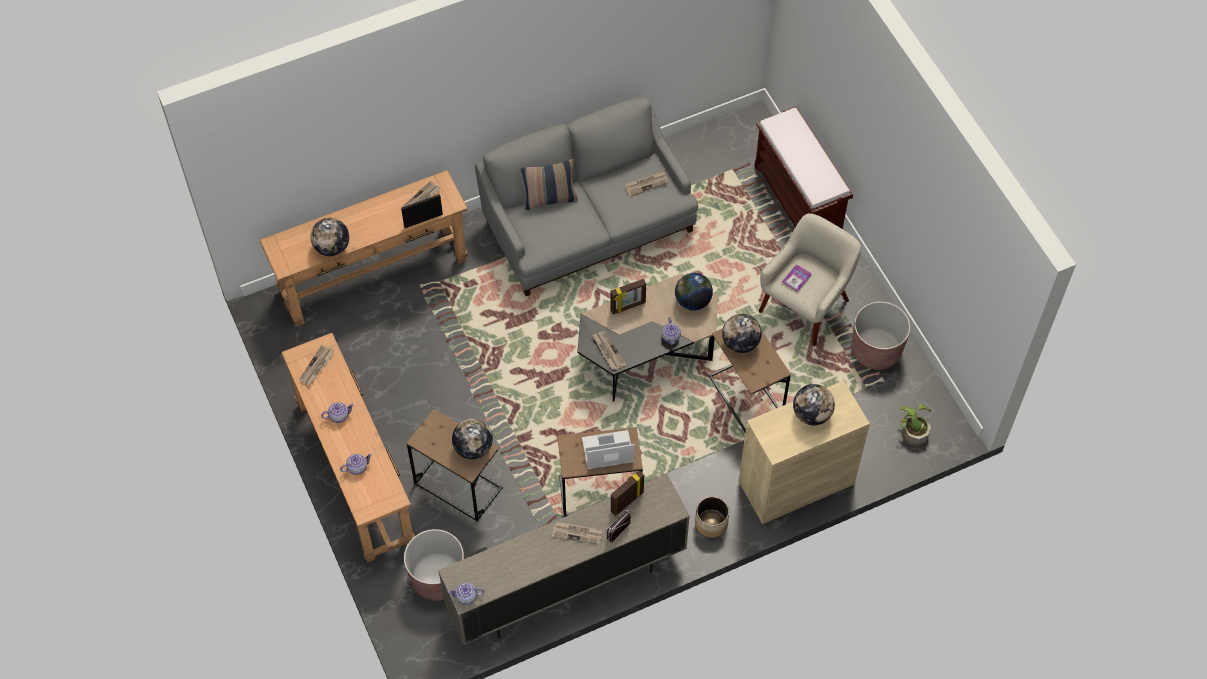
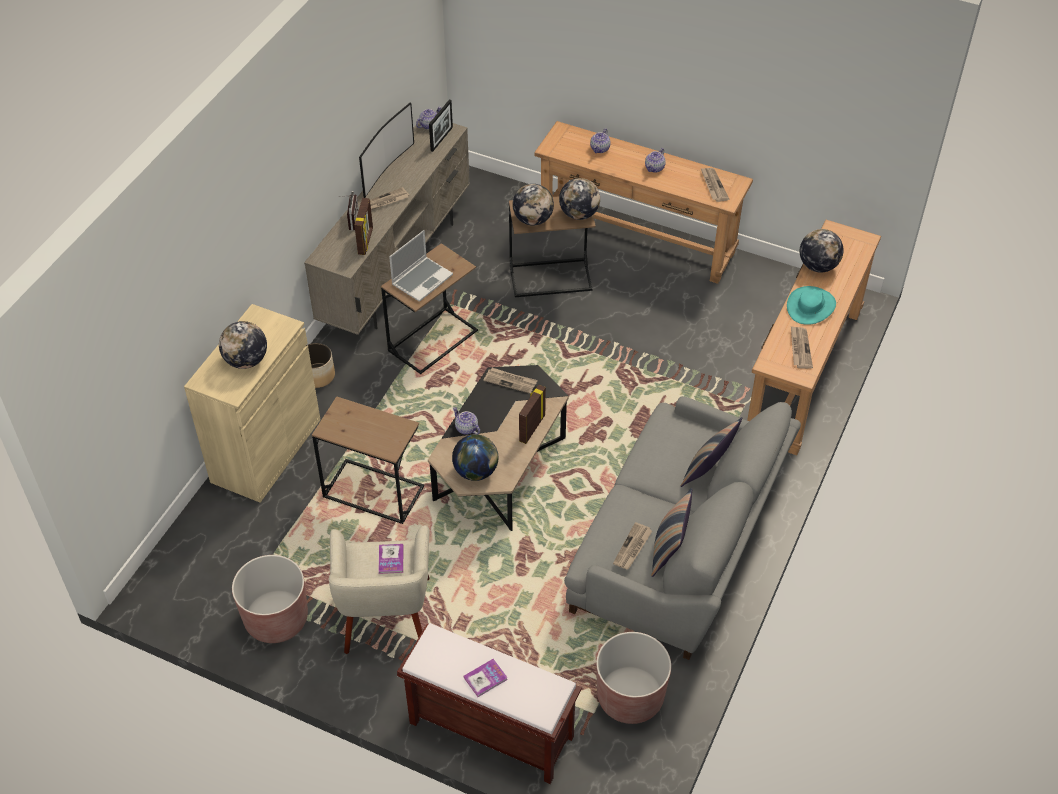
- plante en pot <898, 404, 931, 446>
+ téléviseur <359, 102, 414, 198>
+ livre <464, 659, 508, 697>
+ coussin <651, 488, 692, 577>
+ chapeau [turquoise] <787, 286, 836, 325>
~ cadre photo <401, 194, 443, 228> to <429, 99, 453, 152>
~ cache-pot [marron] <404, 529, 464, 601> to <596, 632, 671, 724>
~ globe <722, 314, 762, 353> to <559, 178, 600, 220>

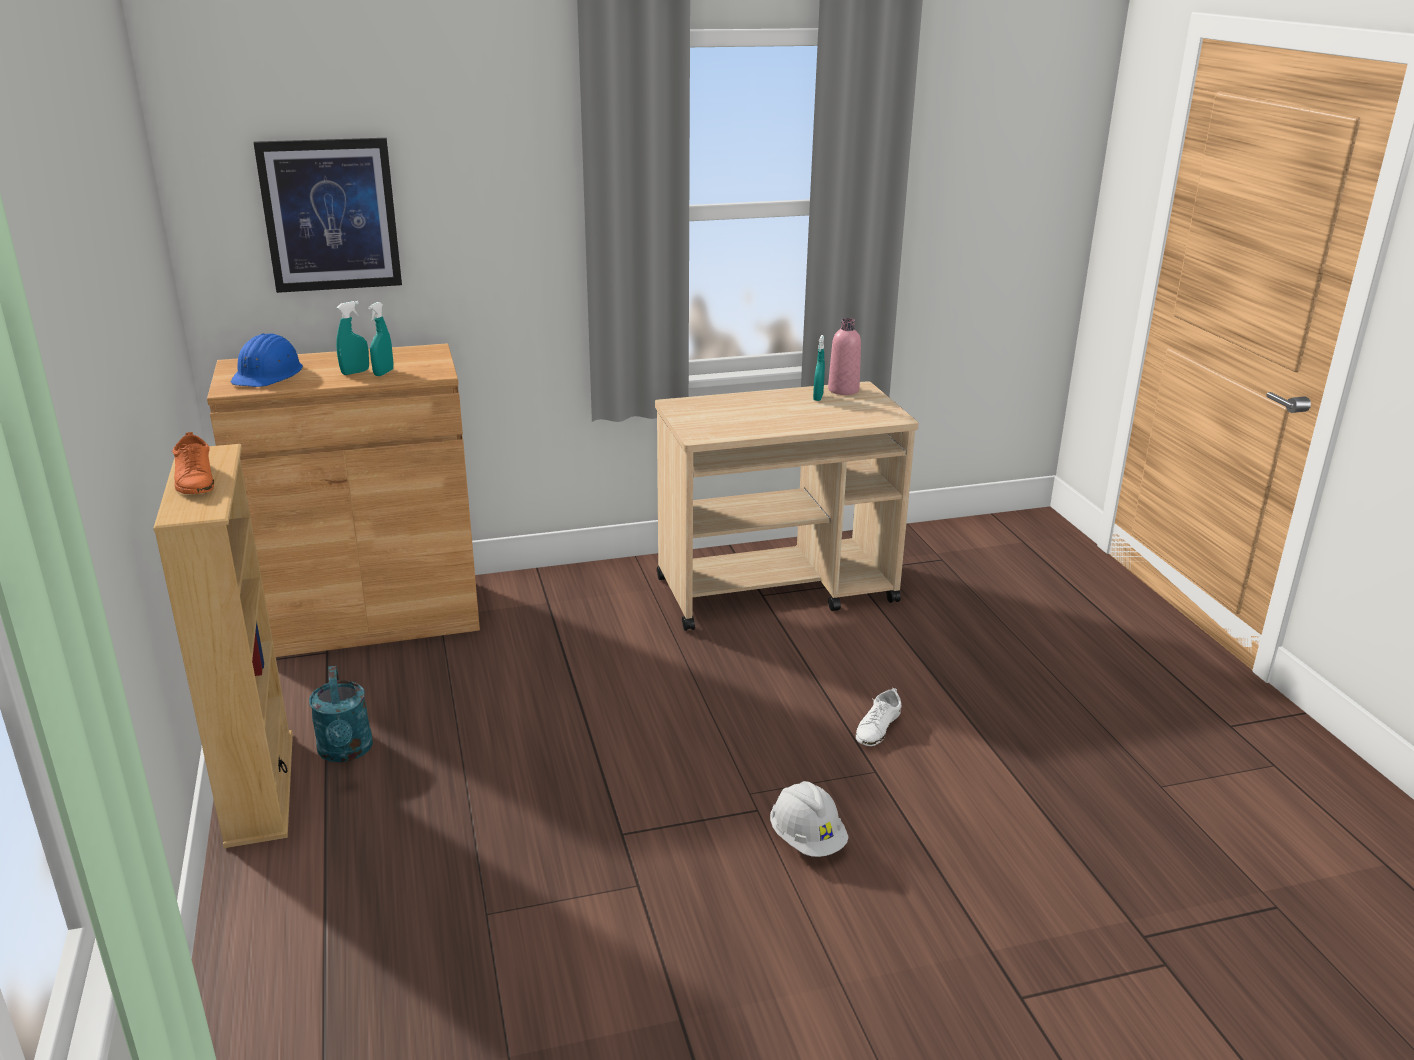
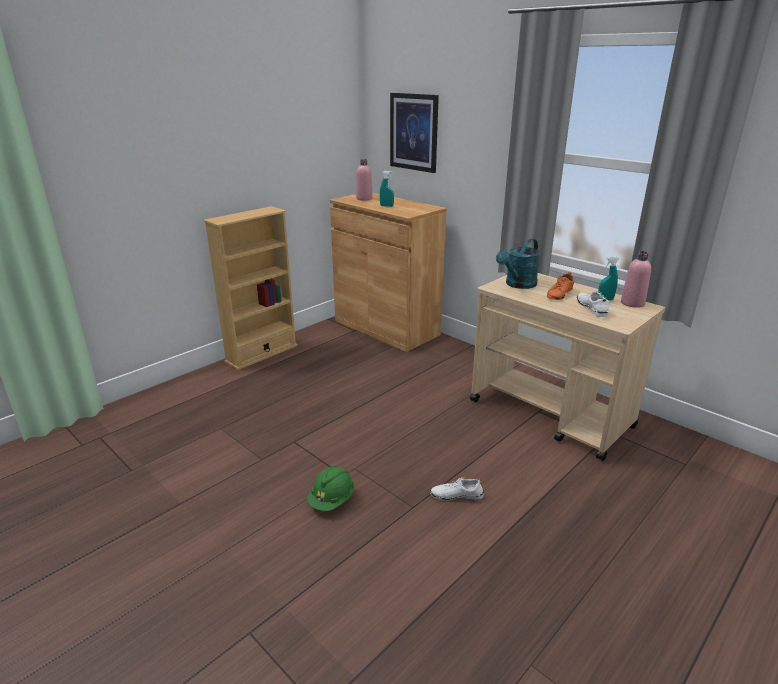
- vaporisateur [turquoise] <368, 302, 393, 376>
+ chaussure [blanc] <577, 291, 610, 317>
~ chaussure [orange] <171, 432, 214, 494> to <547, 272, 574, 300>
~ arrosoir [turquoise] <309, 666, 373, 762> to <496, 239, 540, 289>
~ casque de chantier [bleu] <231, 333, 303, 387> to bouteille [rose] <356, 159, 373, 201>
~ casque de chantier [blanc] <770, 781, 848, 857> to casque de chantier [vert] <307, 466, 354, 511>

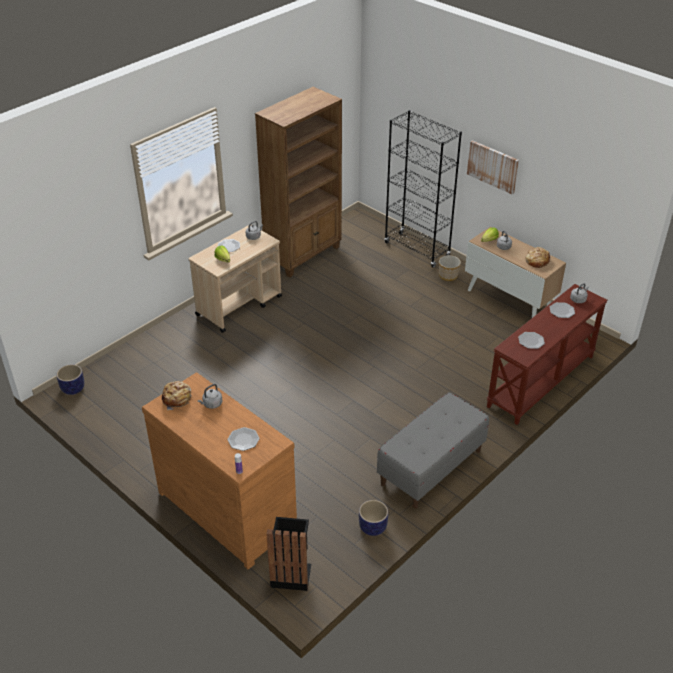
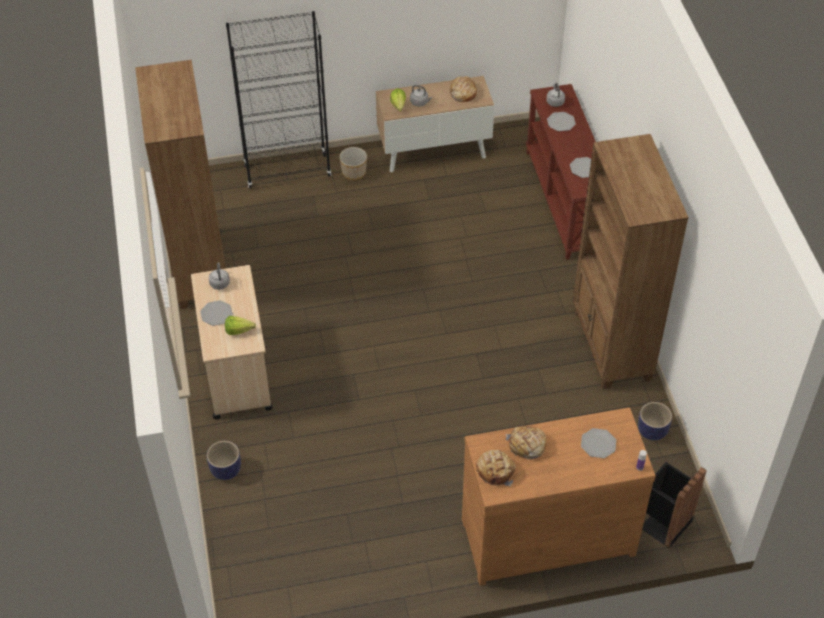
- tableau <467, 140, 519, 194>
~ cache-pot <56, 364, 84, 395> to <207, 441, 241, 480>
~ bouilloire [gris] <198, 384, 223, 409> to pain <505, 425, 547, 460>
~ banc [gris] <377, 392, 489, 509> to bibliothèque [marron] <573, 134, 689, 389>

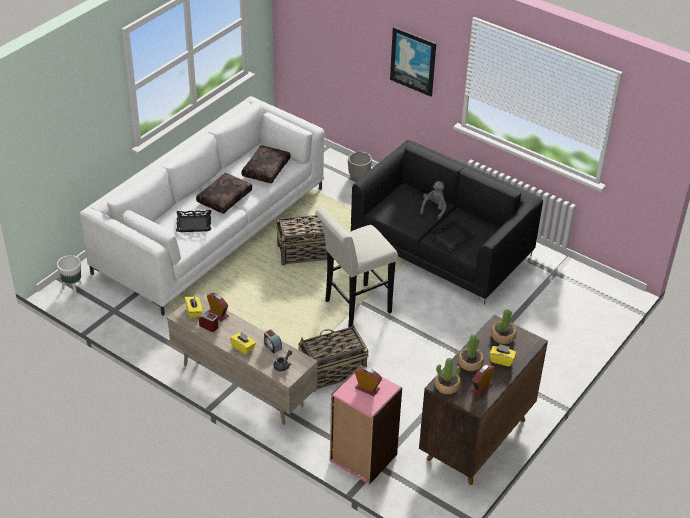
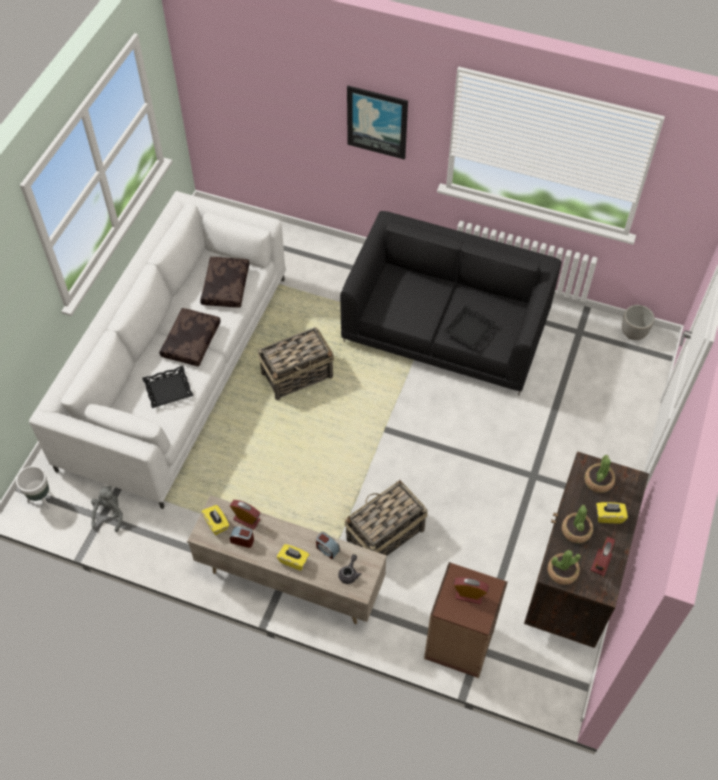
- tabouret [blanc] <315, 208, 398, 328>
~ cache-pot <348, 152, 372, 181> to <622, 305, 655, 340>
~ peluche [gris] <420, 181, 447, 220> to <91, 486, 123, 532>
~ bibliothèque [rose] <330, 365, 402, 485> to bibliothèque [marron] <424, 562, 507, 678>

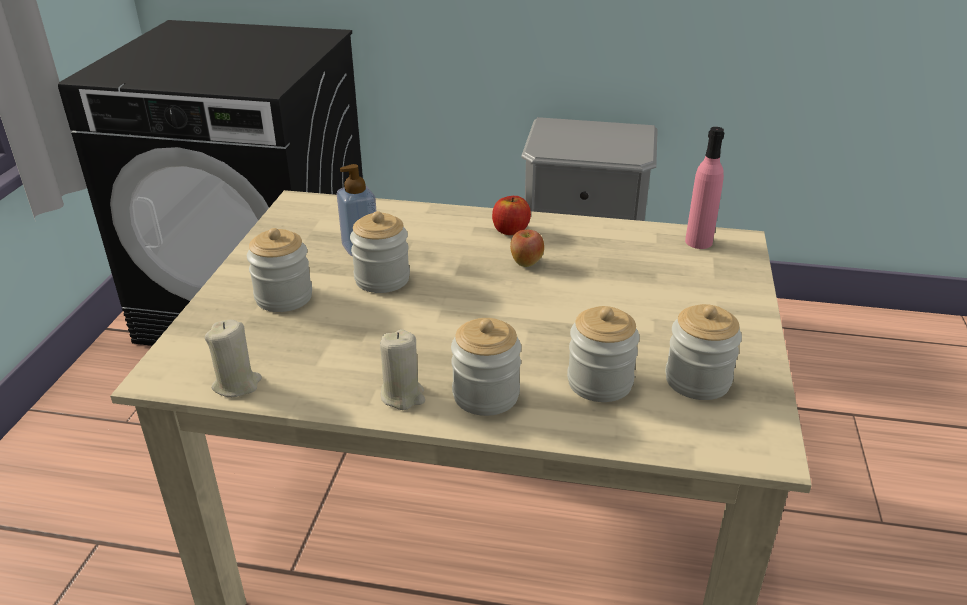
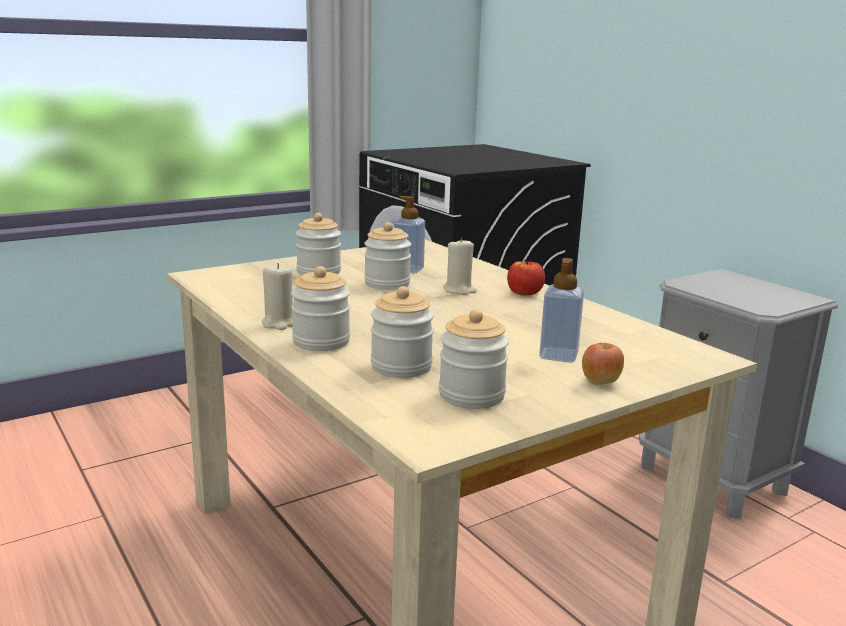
- bouteille [rose] <685, 127, 724, 249>
+ distributeur de savon <539, 258, 584, 363>
~ bougie [beige] <205, 320, 262, 397> to <443, 238, 477, 295>
~ pomme <510, 230, 544, 267> to <582, 343, 624, 385>

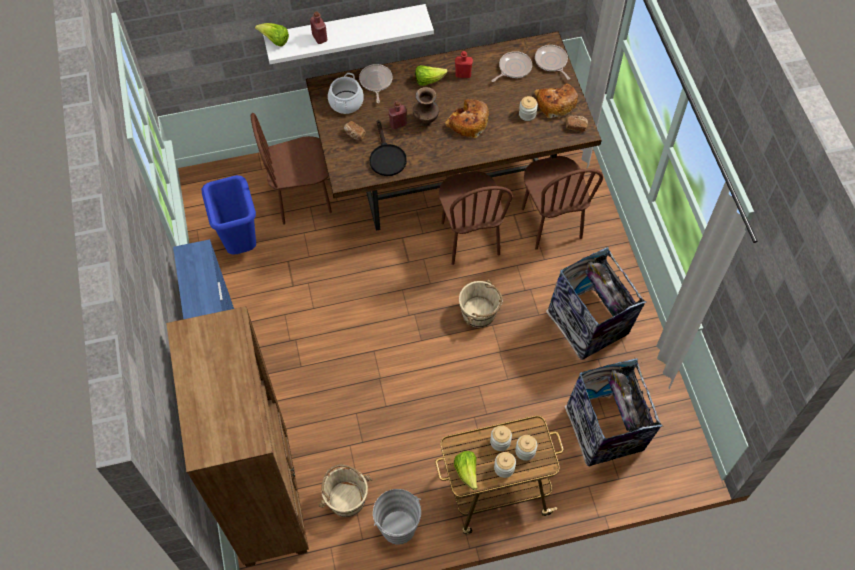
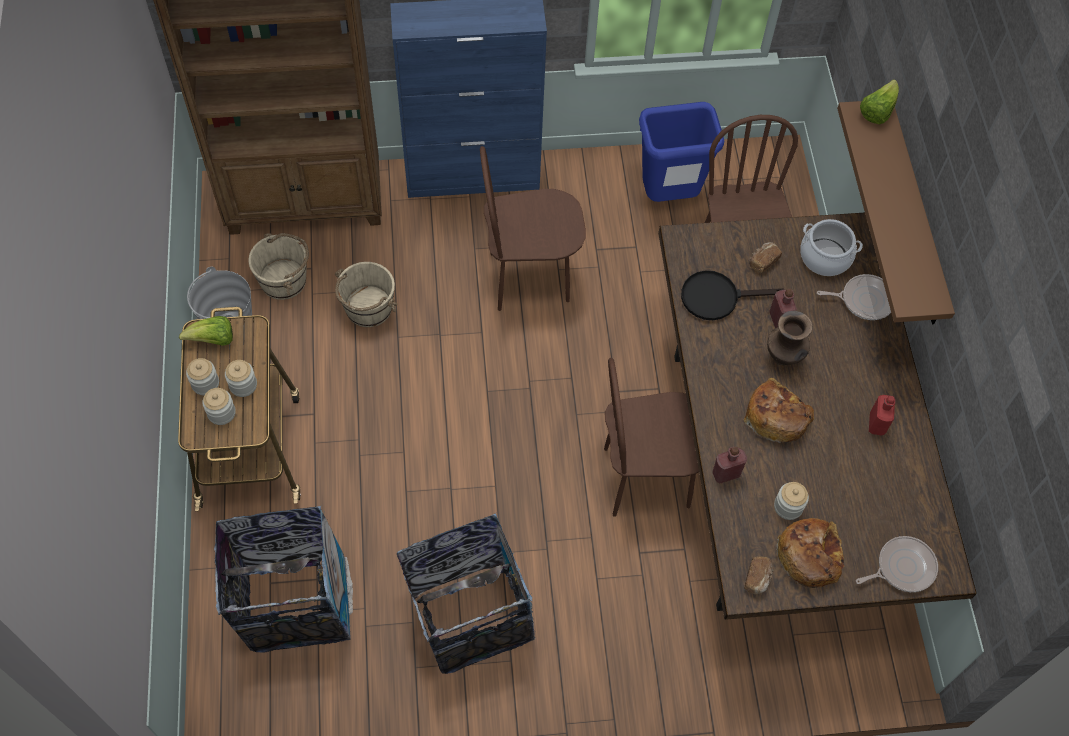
- laitue <415, 65, 448, 86>
- poêle <492, 51, 532, 82>
~ bouteille [rouge] <310, 11, 327, 44> to <712, 447, 747, 483>
~ seau [beige] <459, 279, 503, 328> to <335, 262, 397, 327>
~ chaise [marron] <522, 156, 603, 250> to <480, 146, 586, 311>
~ étagère [blanc] <263, 4, 434, 64> to étagère [marron] <837, 101, 955, 324>

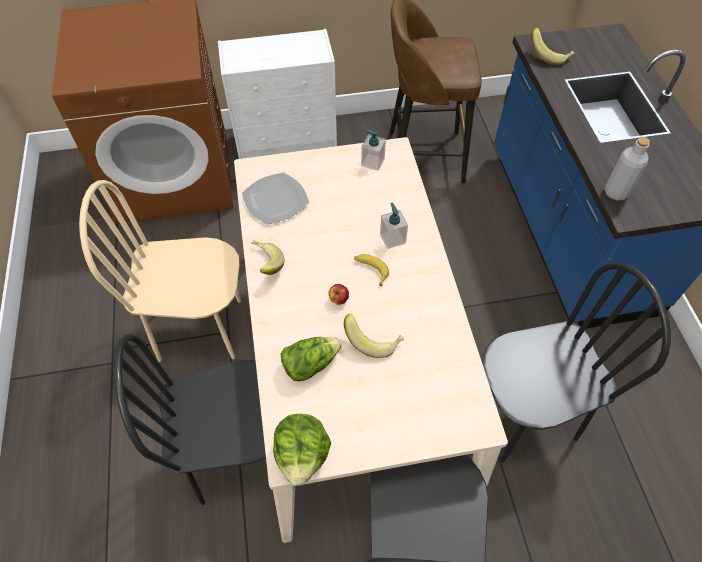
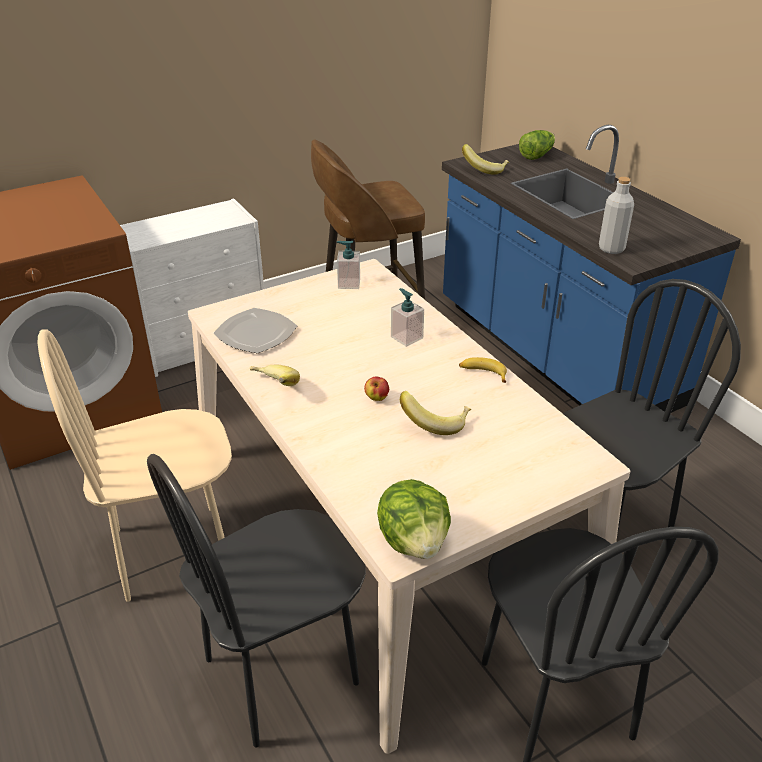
~ laitue <281, 337, 342, 381> to <519, 130, 555, 160>
~ banane <354, 254, 389, 287> to <459, 357, 507, 383>

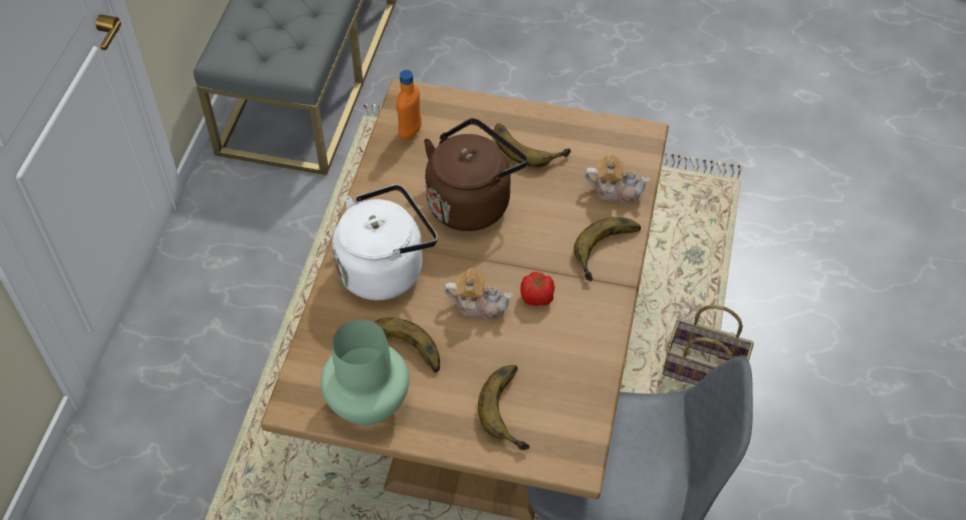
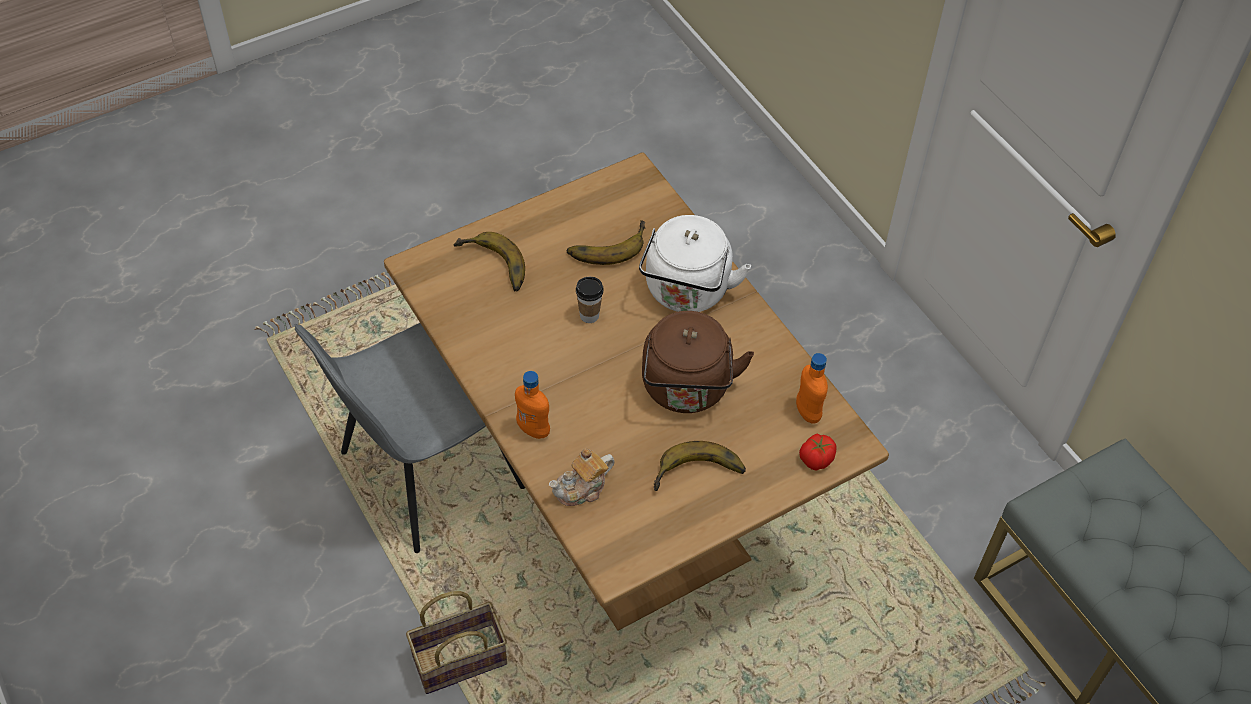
- vase [vert] <321, 319, 409, 425>
~ tomate <520, 272, 555, 306> to <799, 434, 837, 471>
~ théière <444, 268, 513, 320> to tasse <576, 277, 604, 323>
~ banane <574, 217, 641, 281> to bouteille [orange] <515, 371, 550, 439>

